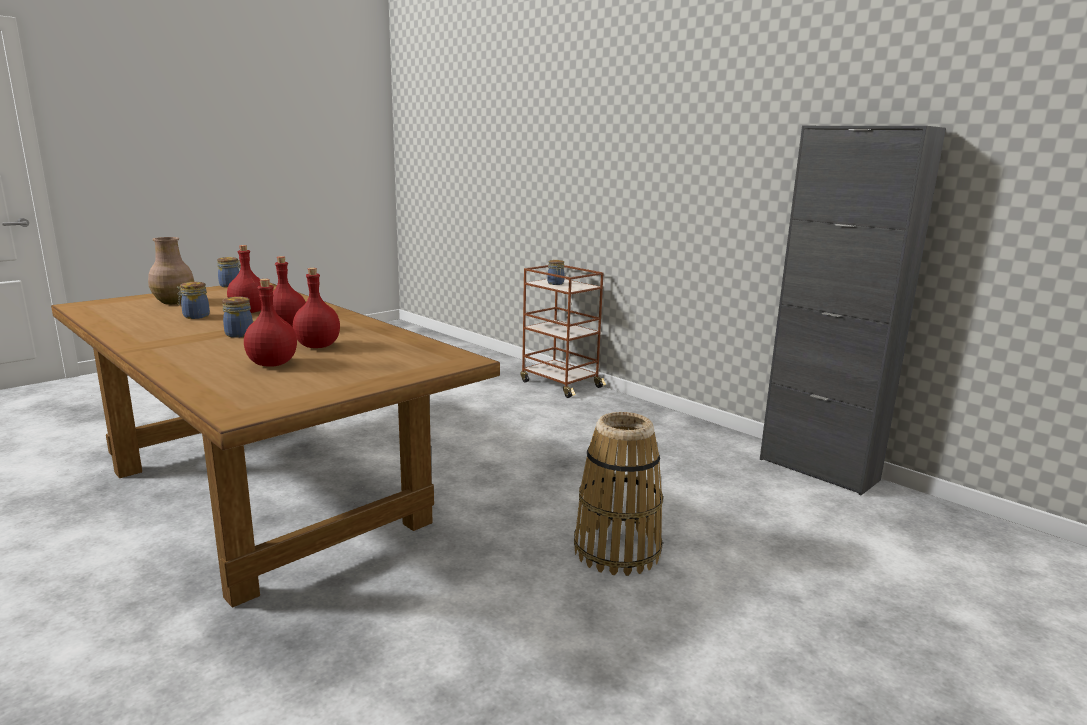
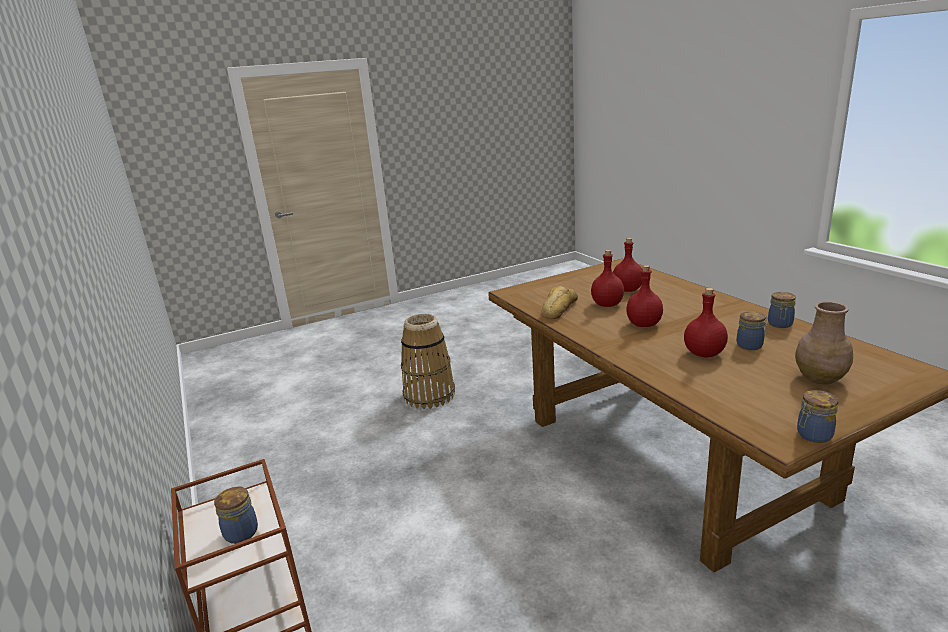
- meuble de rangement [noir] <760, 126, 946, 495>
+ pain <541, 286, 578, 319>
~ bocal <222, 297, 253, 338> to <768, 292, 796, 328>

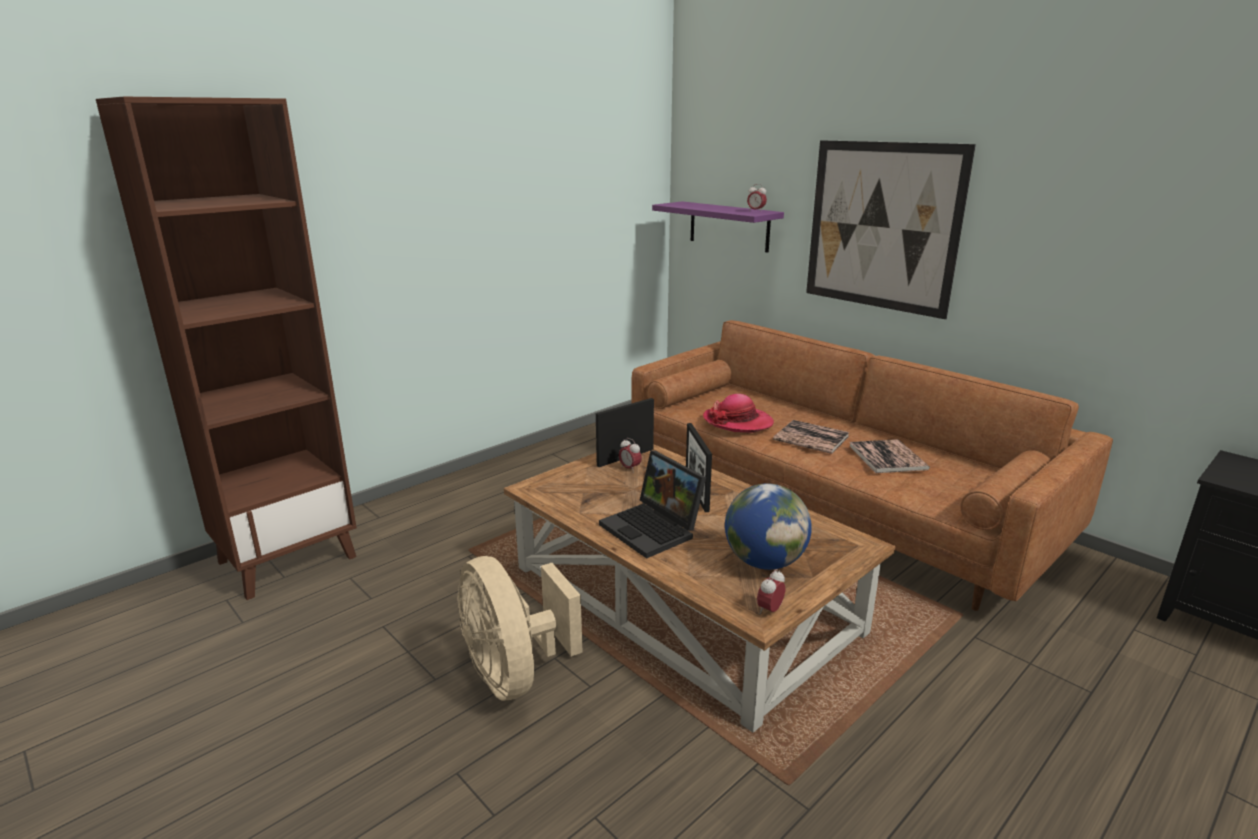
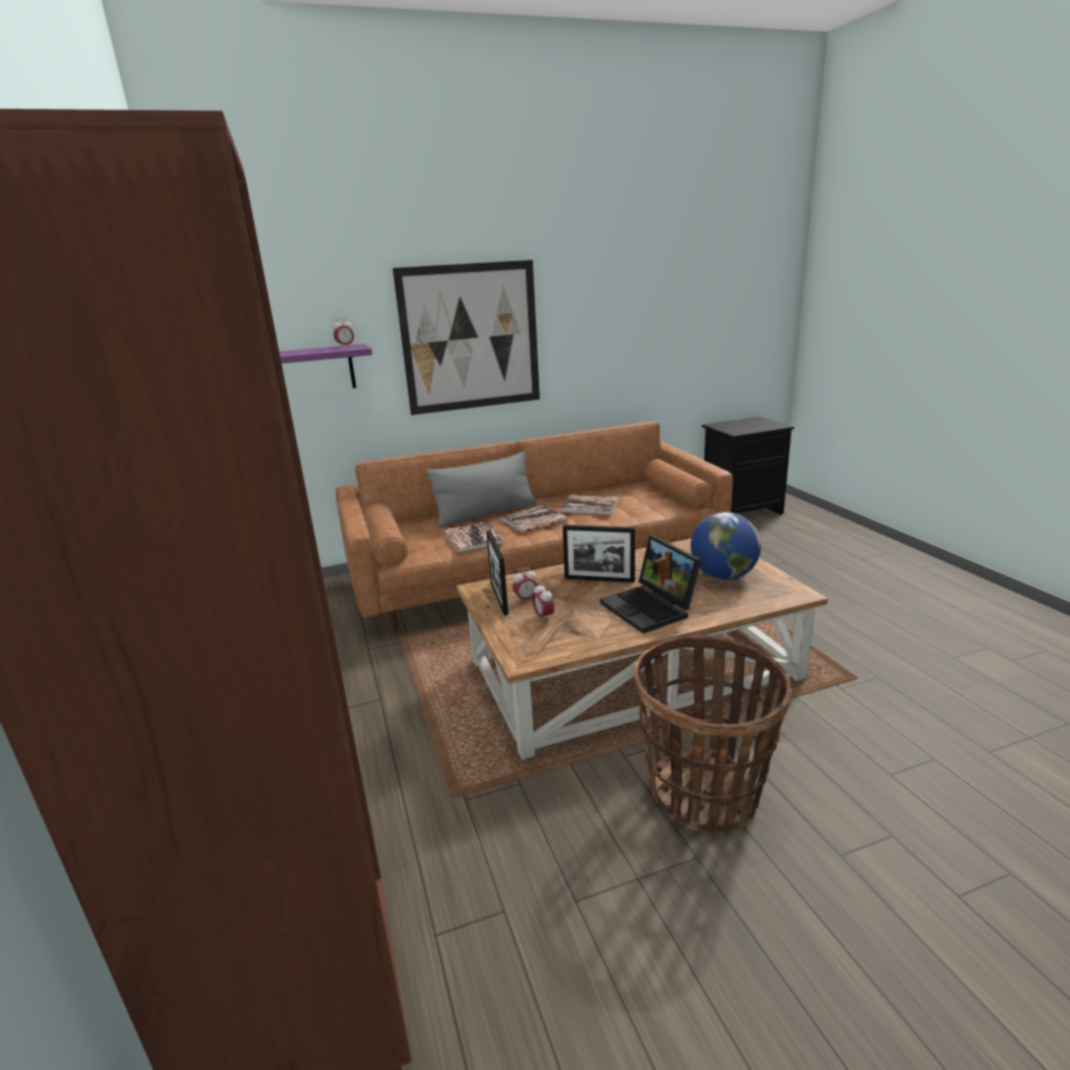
+ coussin [gris] <426, 451, 537, 528>
~ réveil <757, 569, 785, 614> to <532, 583, 554, 622>
~ ventilateur [beige] <457, 556, 582, 701> to panier <634, 635, 792, 833>
~ chapeau <703, 394, 774, 433> to livre <443, 522, 505, 553>
~ ordinateur portable <599, 451, 706, 559> = <600, 536, 701, 634> 75 degrees clockwise

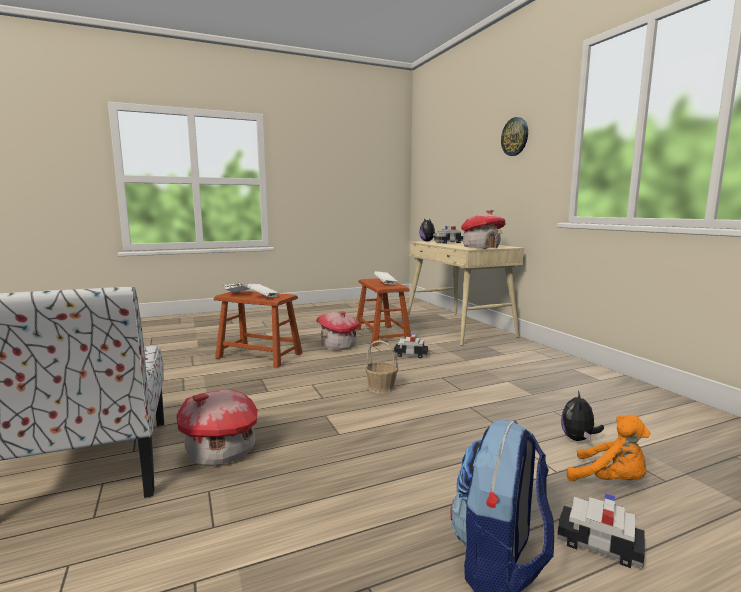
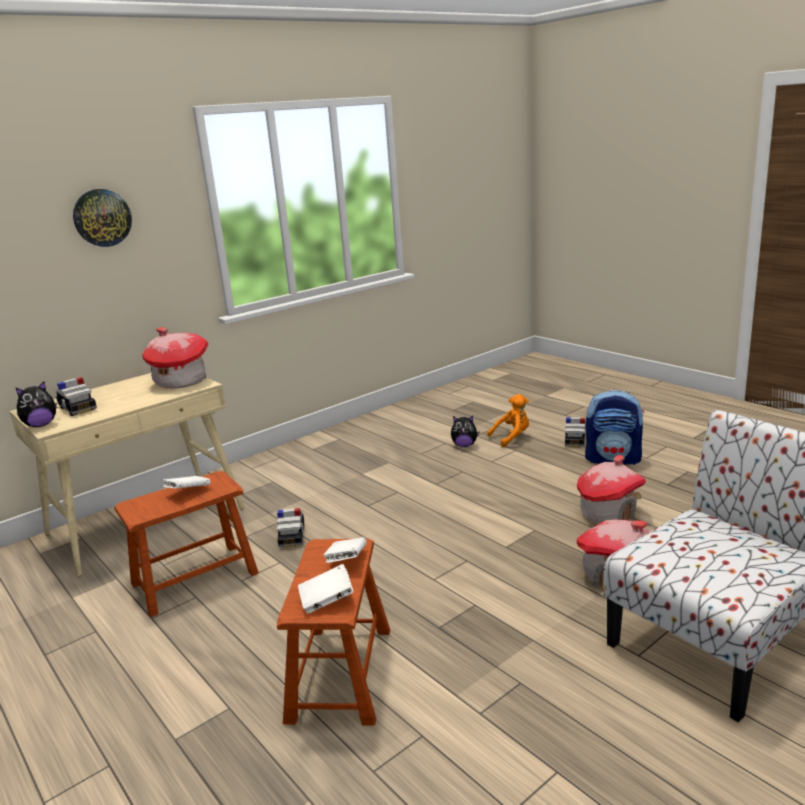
- panier <365, 341, 398, 394>
~ maison miniature <316, 311, 360, 350> to <577, 455, 646, 524>
~ peluche [orange] <567, 415, 650, 481> = <487, 394, 529, 447> 45 degrees clockwise

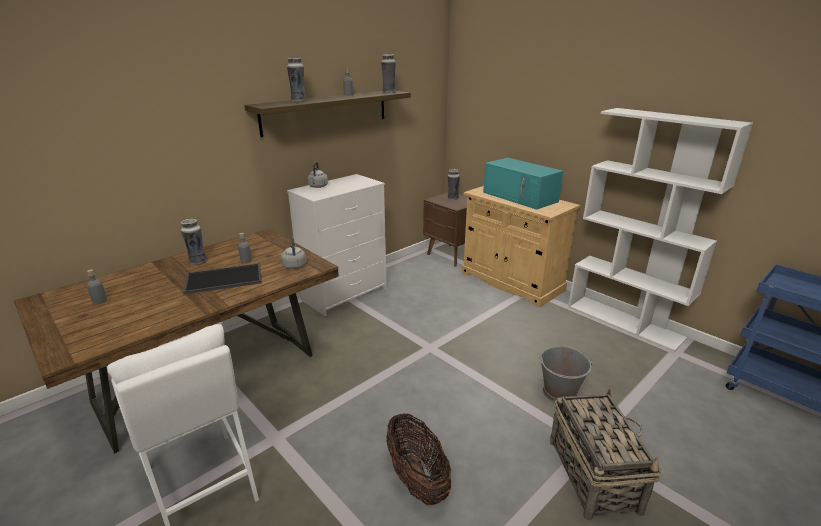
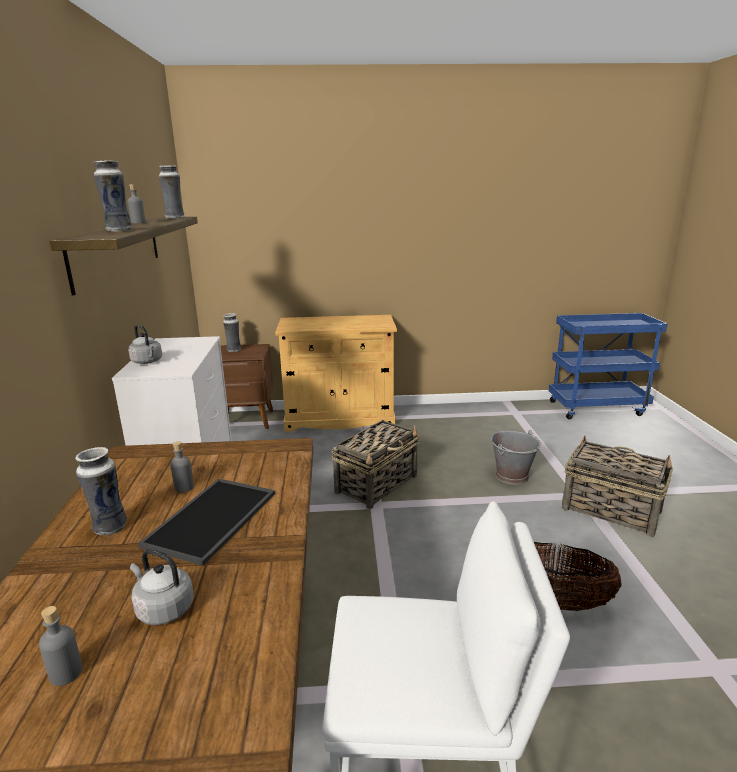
- micro-ondes [turquoise] <483, 158, 563, 210>
- bibliothèque [blanc] <568, 108, 753, 352>
+ panier <331, 420, 419, 509>
~ bouilloire [gris] <281, 237, 306, 269> to <130, 549, 194, 625>

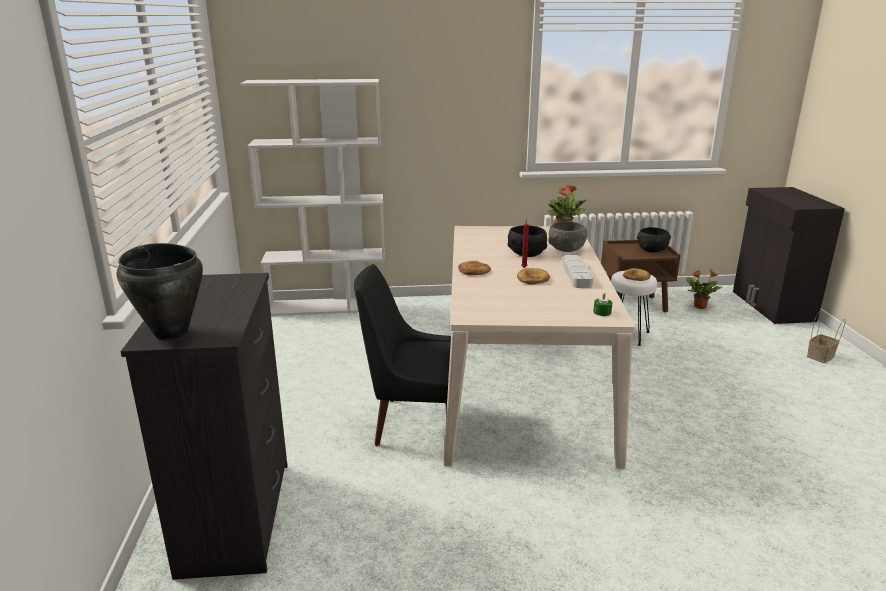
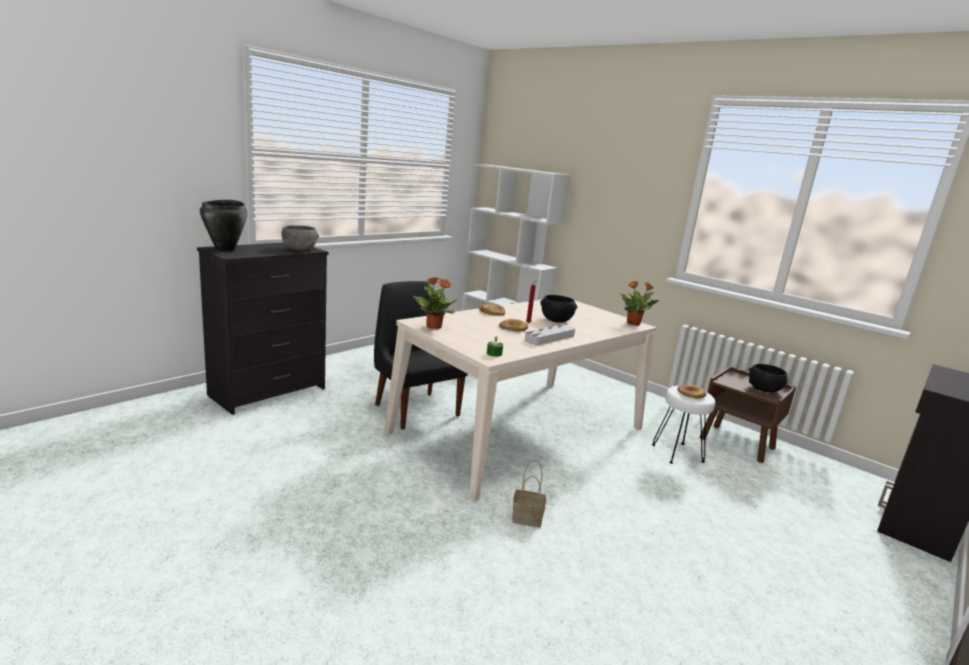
~ bol [gris] <548, 221, 587, 252> to <281, 225, 319, 251>
~ plante en pot <686, 270, 723, 309> to <413, 277, 457, 329>
~ panier <807, 312, 845, 363> to <512, 460, 546, 527>

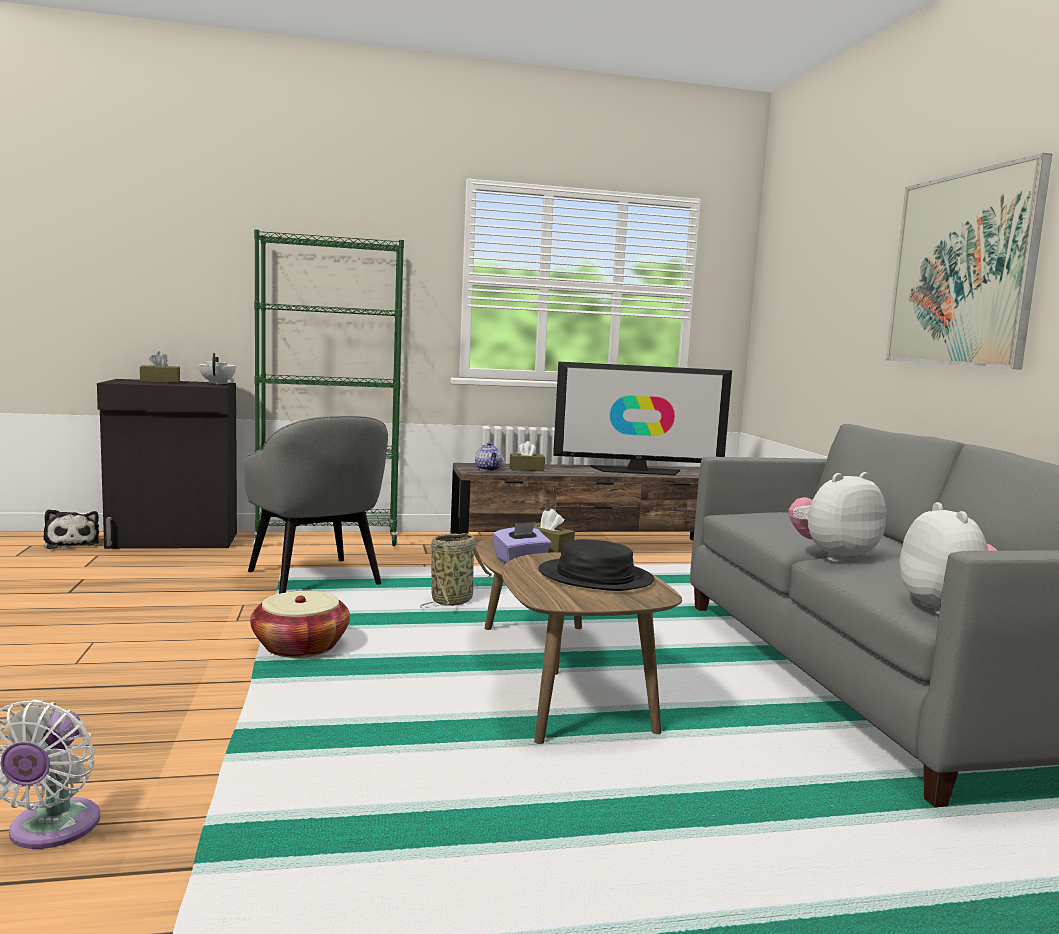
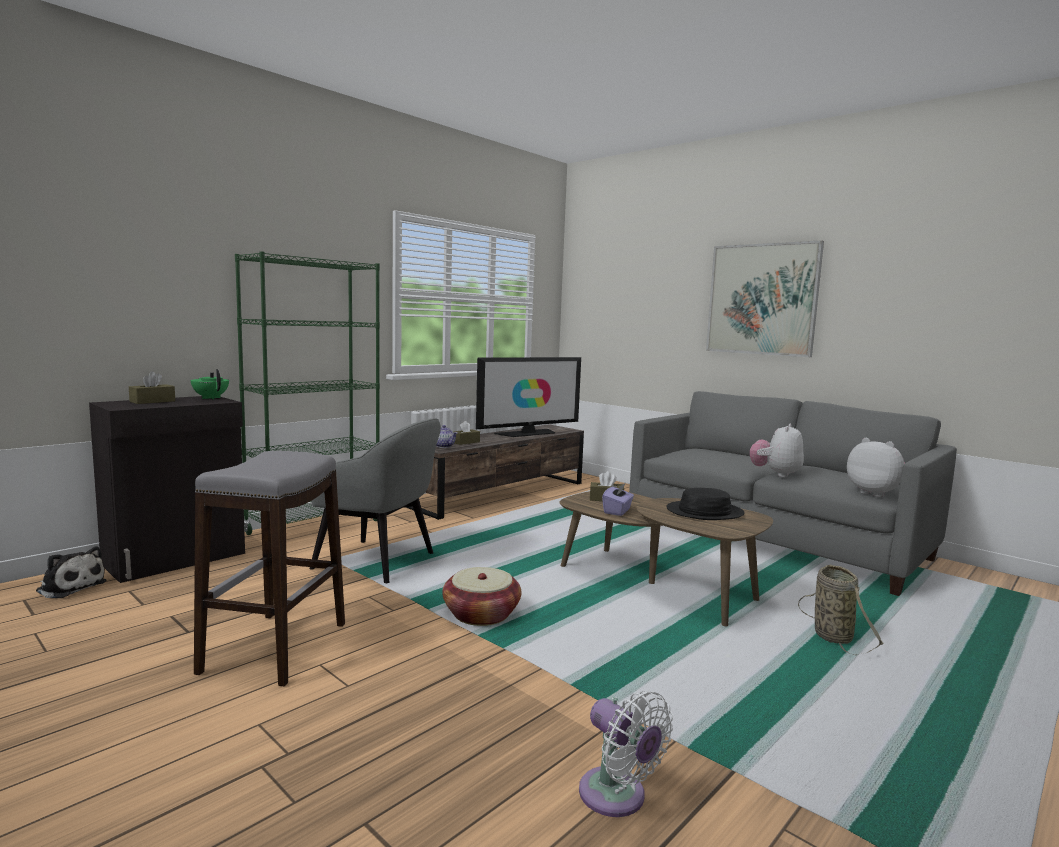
+ tabouret [gris] <194, 451, 345, 686>
~ panier <420, 533, 492, 608> to <798, 565, 883, 655>
~ théière [blanc] <198, 353, 236, 384> to théière [vert] <191, 369, 229, 399>

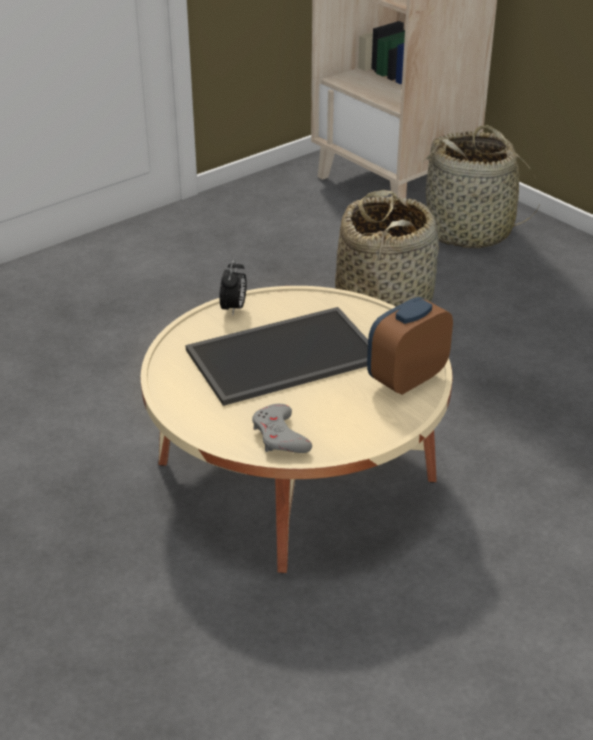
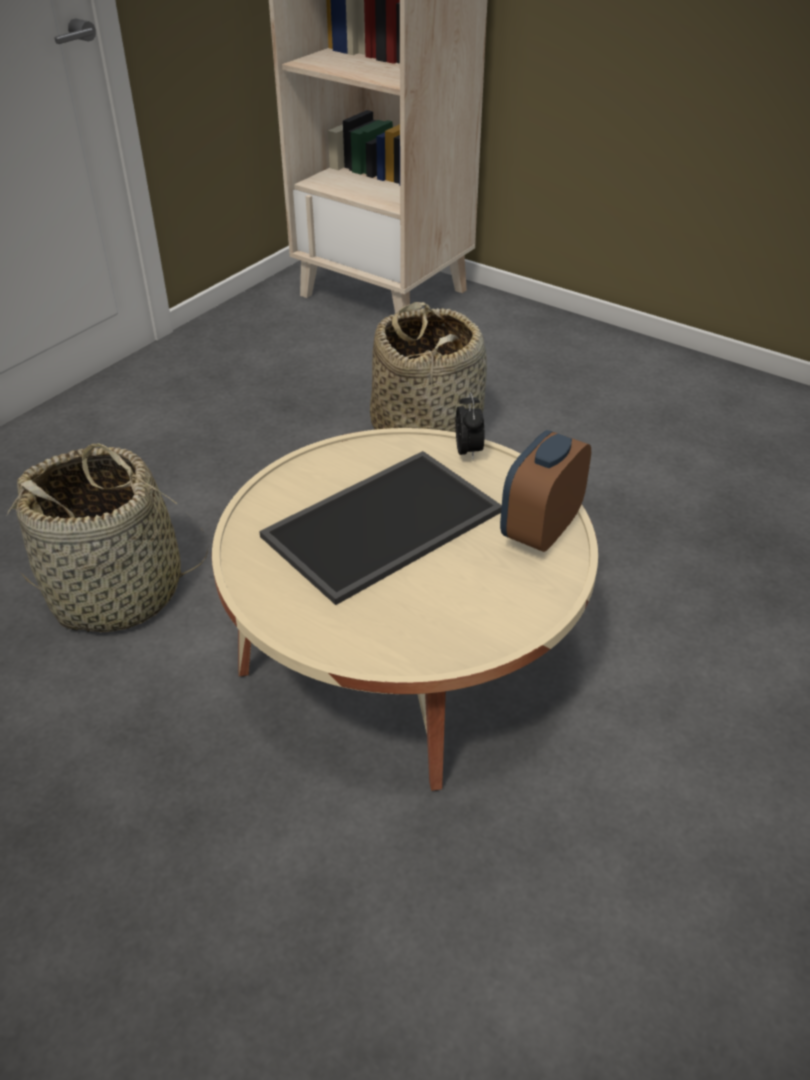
- manette [gris] <252, 404, 312, 453>
~ réveil <219, 259, 247, 314> to <456, 392, 484, 460>
~ panier <423, 125, 541, 249> to <7, 443, 208, 632>

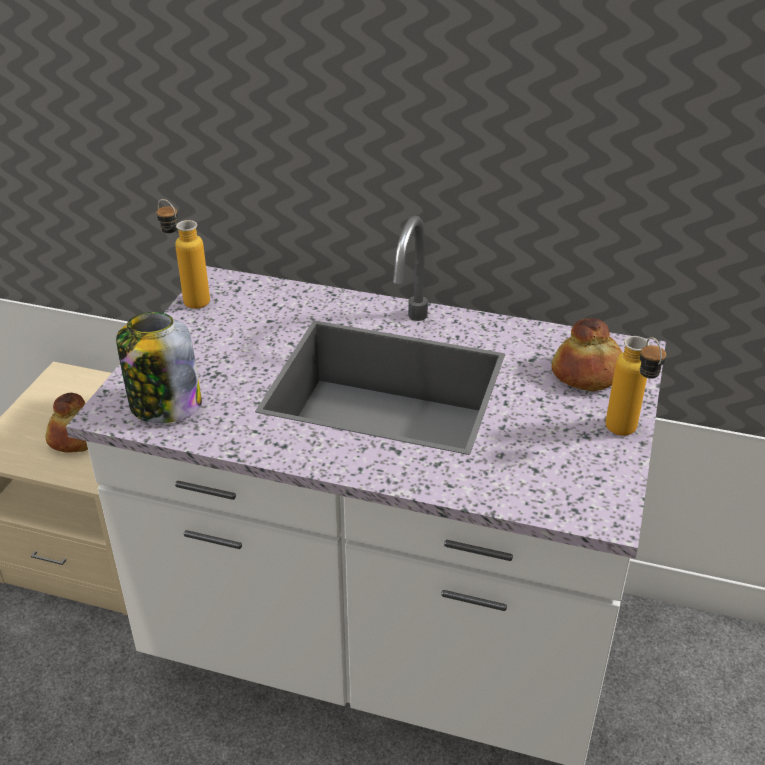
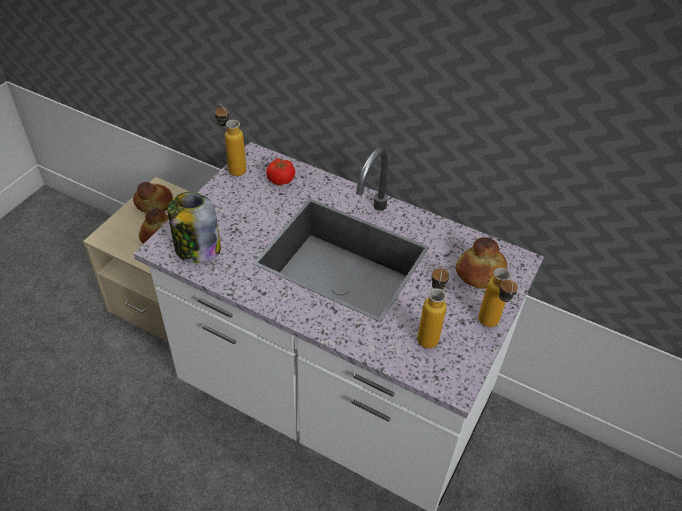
+ pain <133, 182, 173, 213>
+ tomate <266, 158, 295, 185>
+ bouteille <417, 264, 449, 348>

